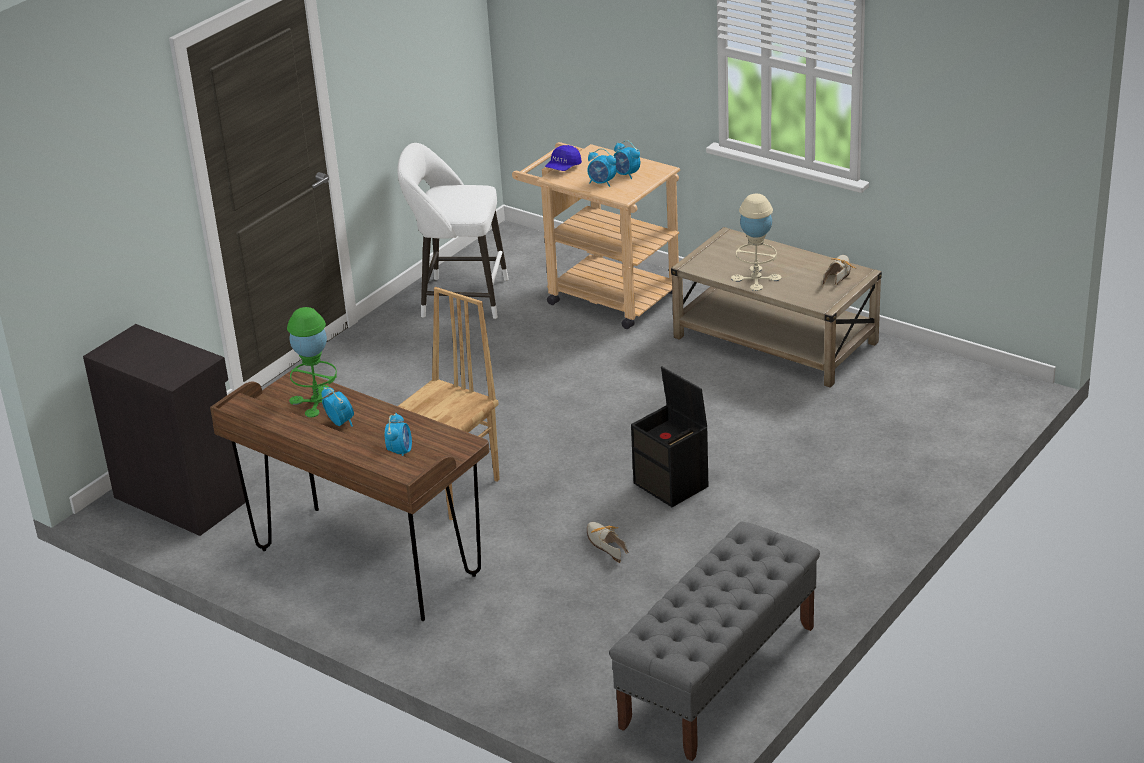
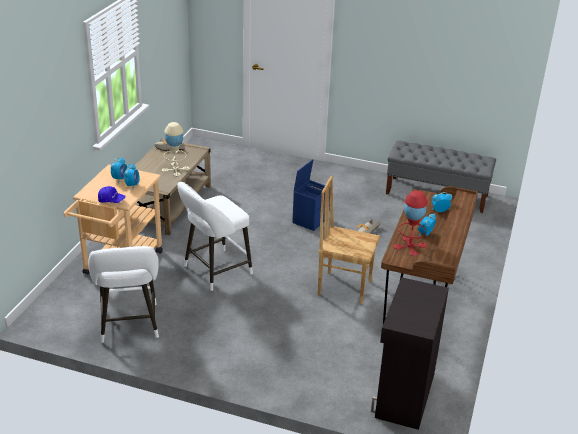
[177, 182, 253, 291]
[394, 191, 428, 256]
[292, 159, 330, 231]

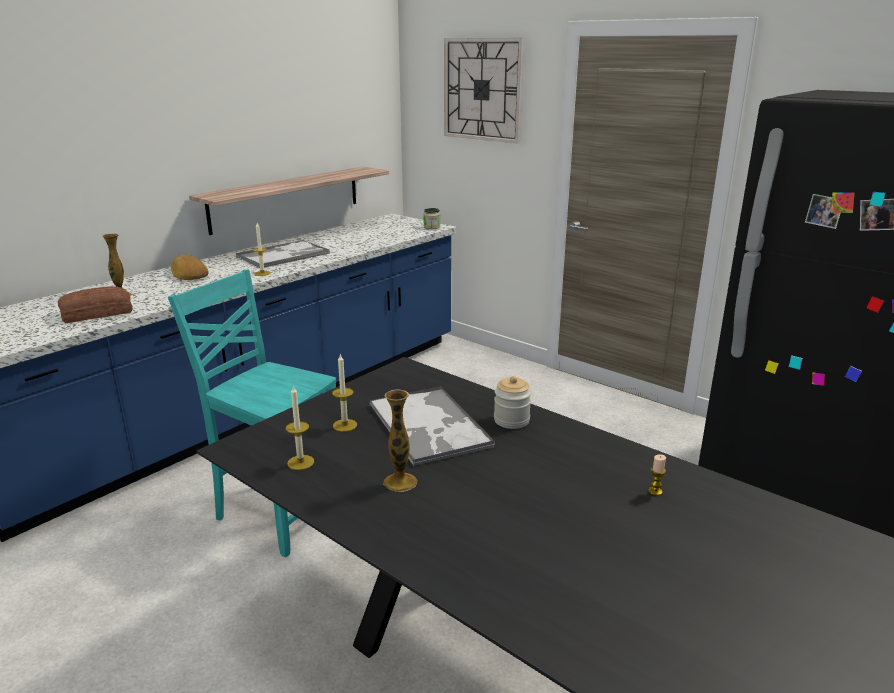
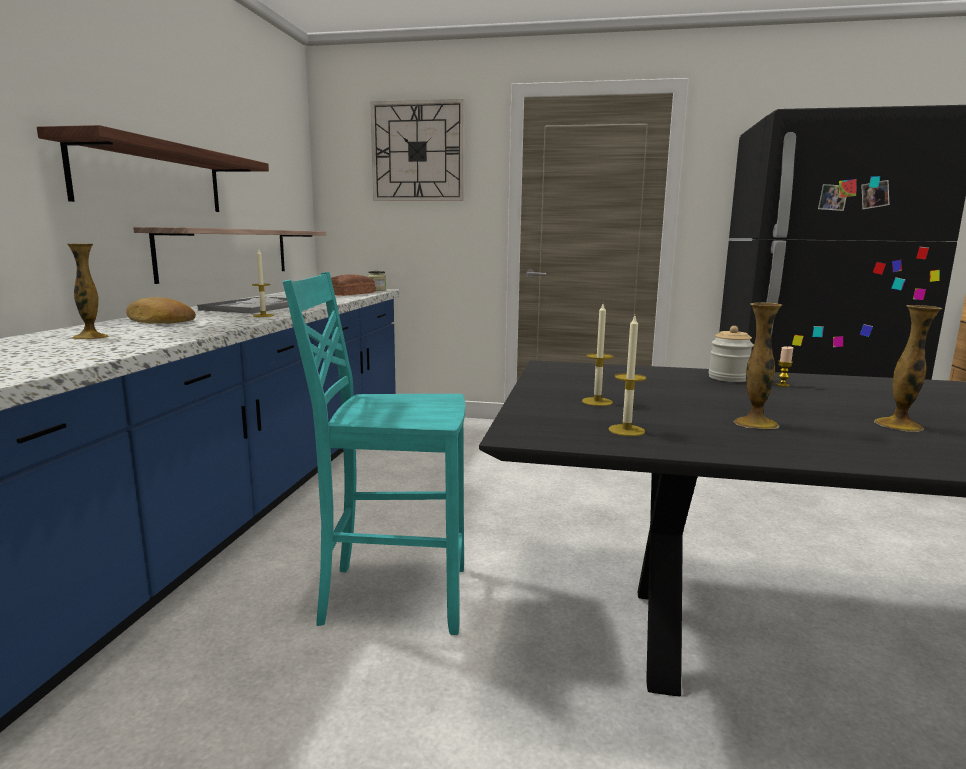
[369, 386, 495, 466] (first image)
[37, 125, 269, 212]
[874, 305, 942, 432]
[331, 274, 376, 296]
[776, 346, 793, 387]

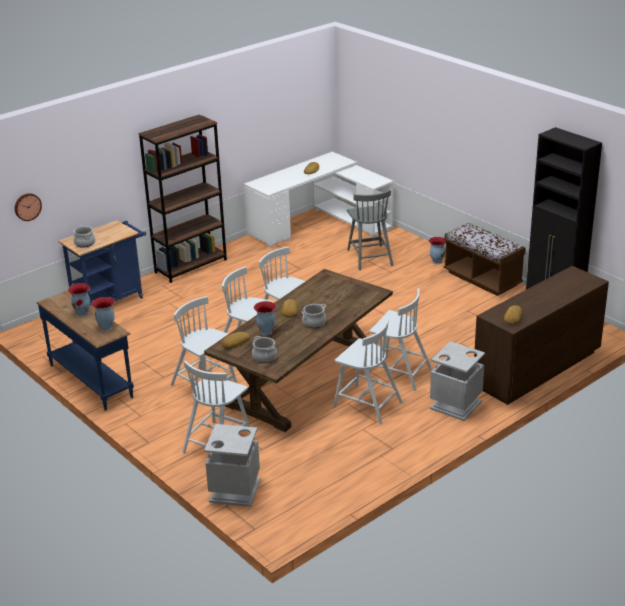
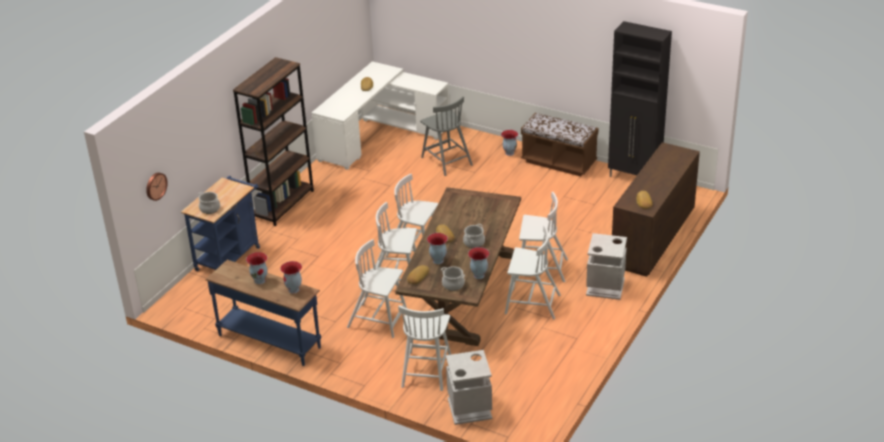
[468, 247, 489, 279]

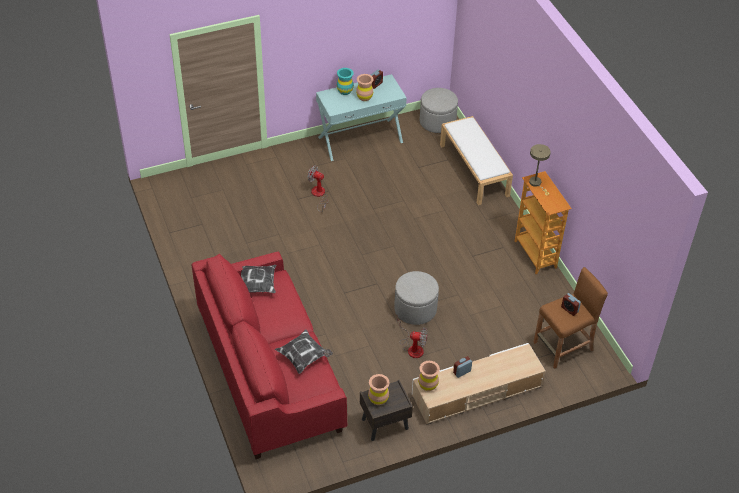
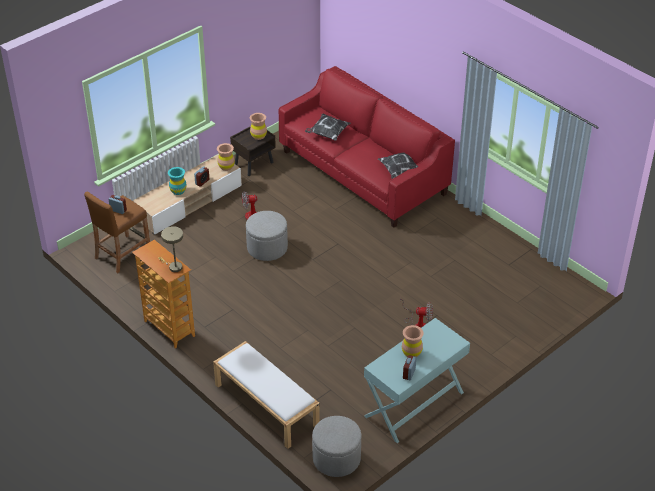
[168, 167, 187, 195]

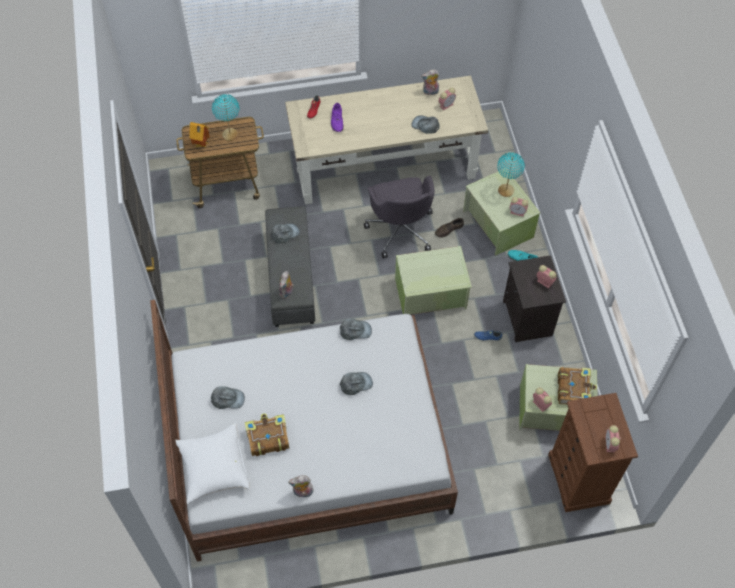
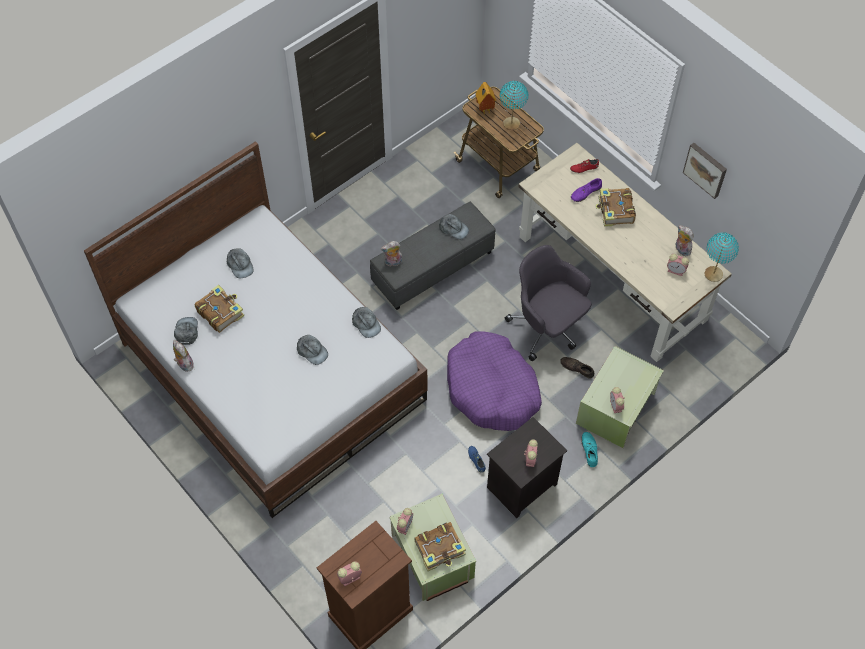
[176, 423, 250, 504] (first image)
[595, 188, 636, 227]
[683, 143, 727, 199]
[174, 317, 198, 345]
[705, 232, 739, 282]
[447, 331, 542, 431]
[505, 245, 592, 361]

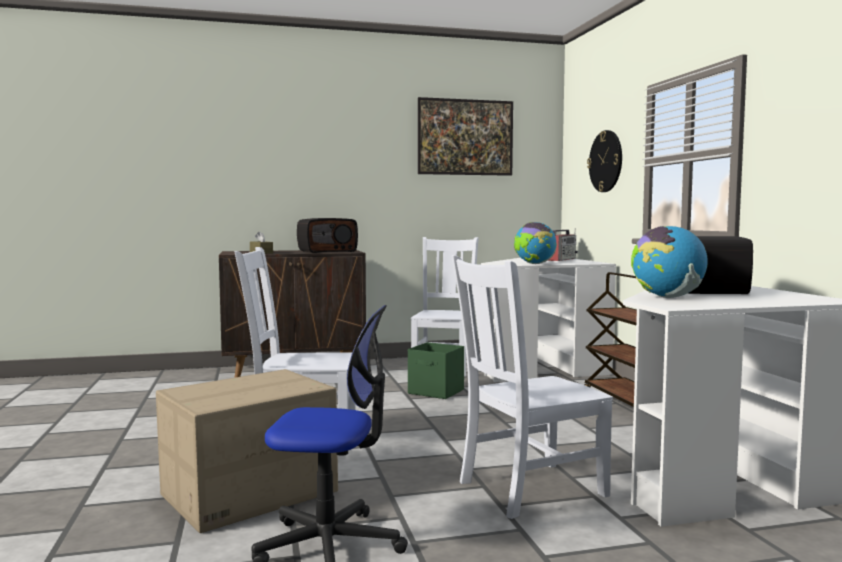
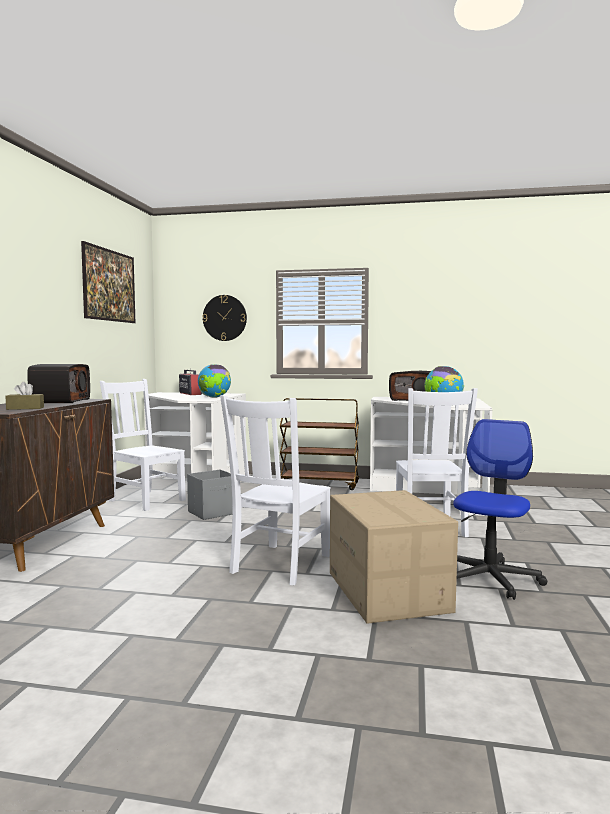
[187, 469, 232, 520]

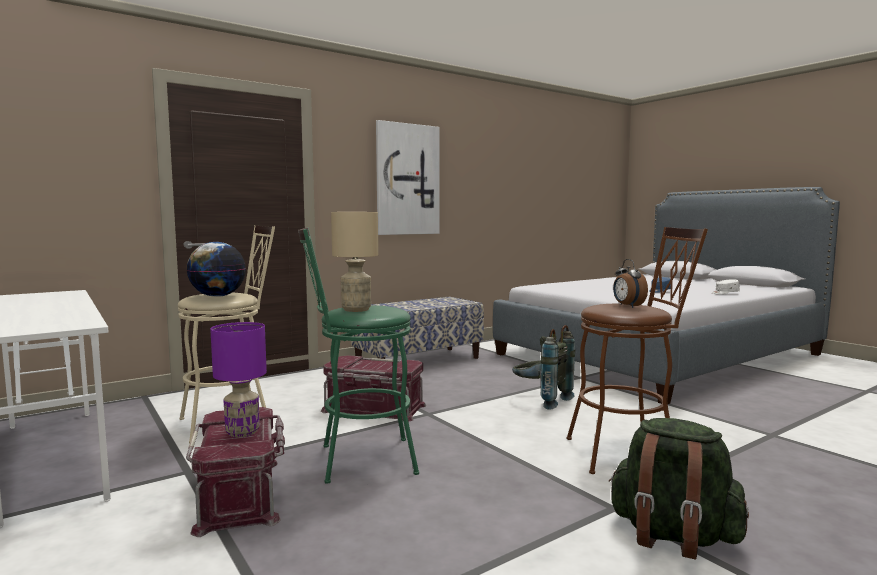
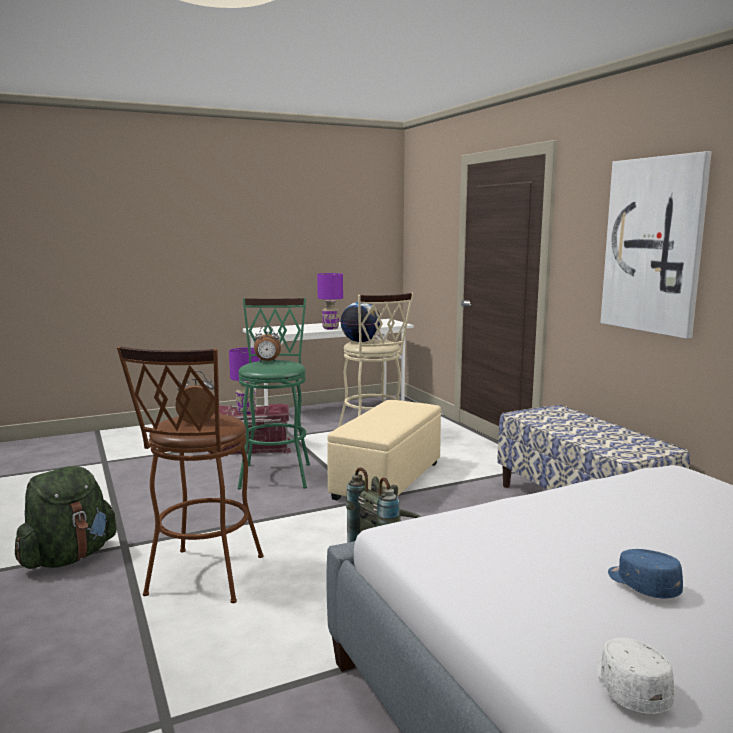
[317, 273, 343, 330]
[327, 400, 441, 501]
[254, 326, 281, 362]

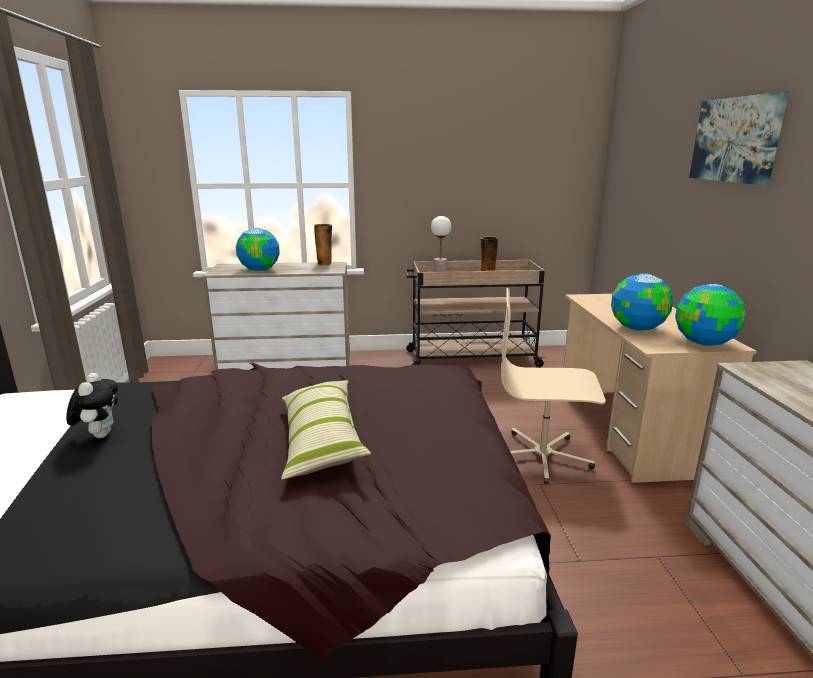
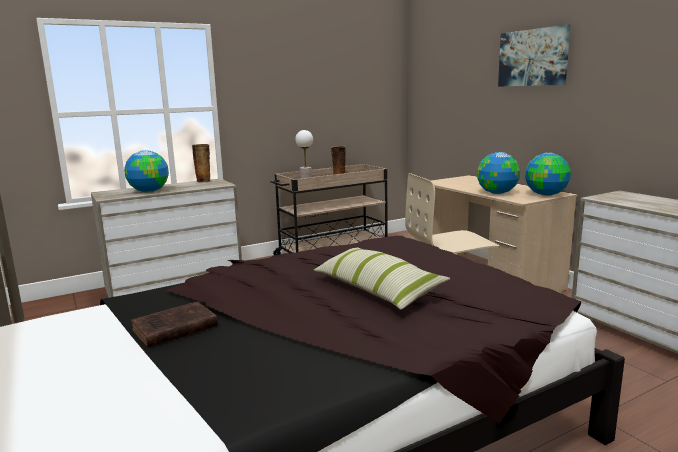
[130, 301, 218, 348]

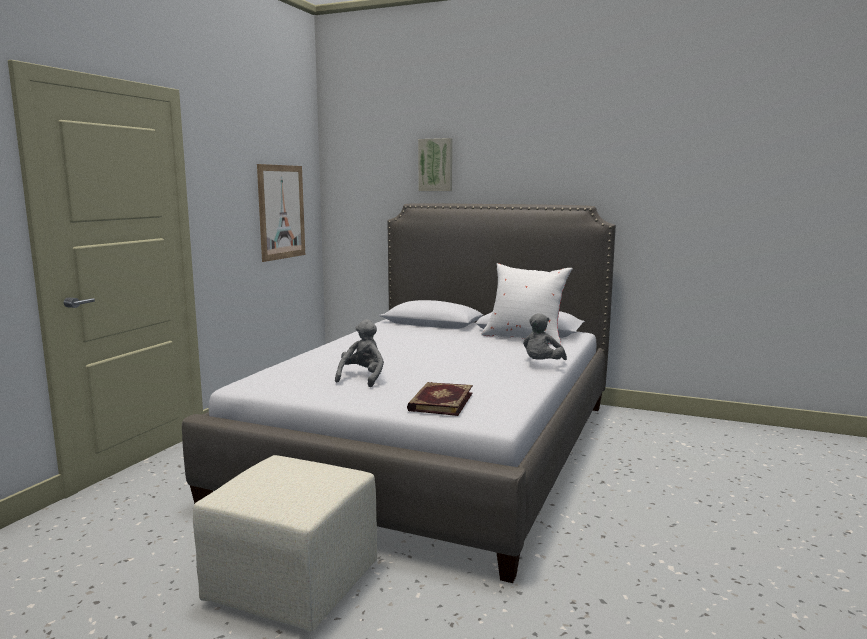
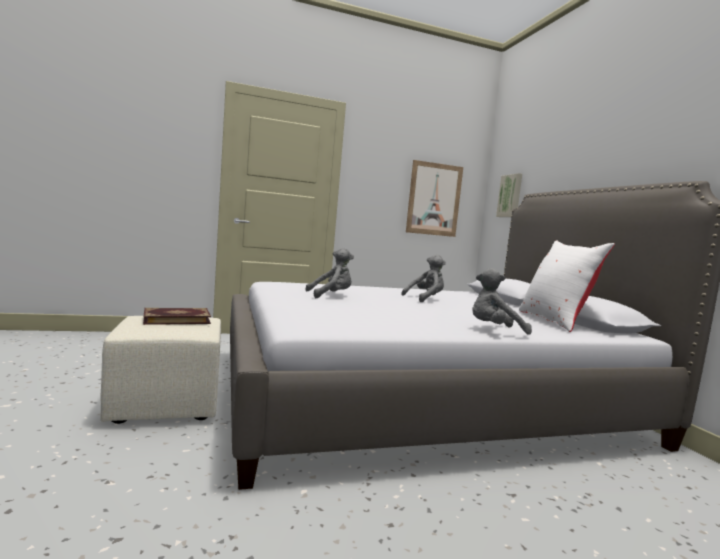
[401, 254, 446, 302]
[143, 308, 211, 325]
[496, 173, 522, 217]

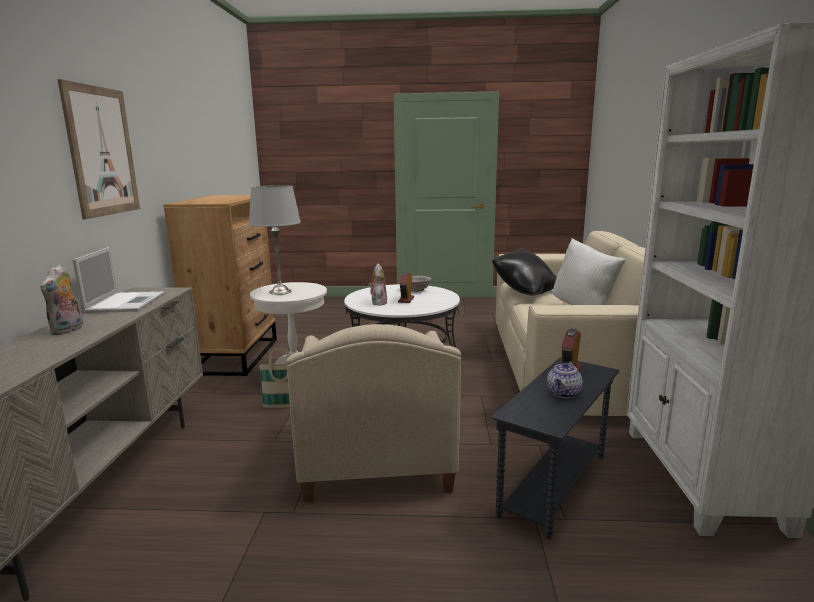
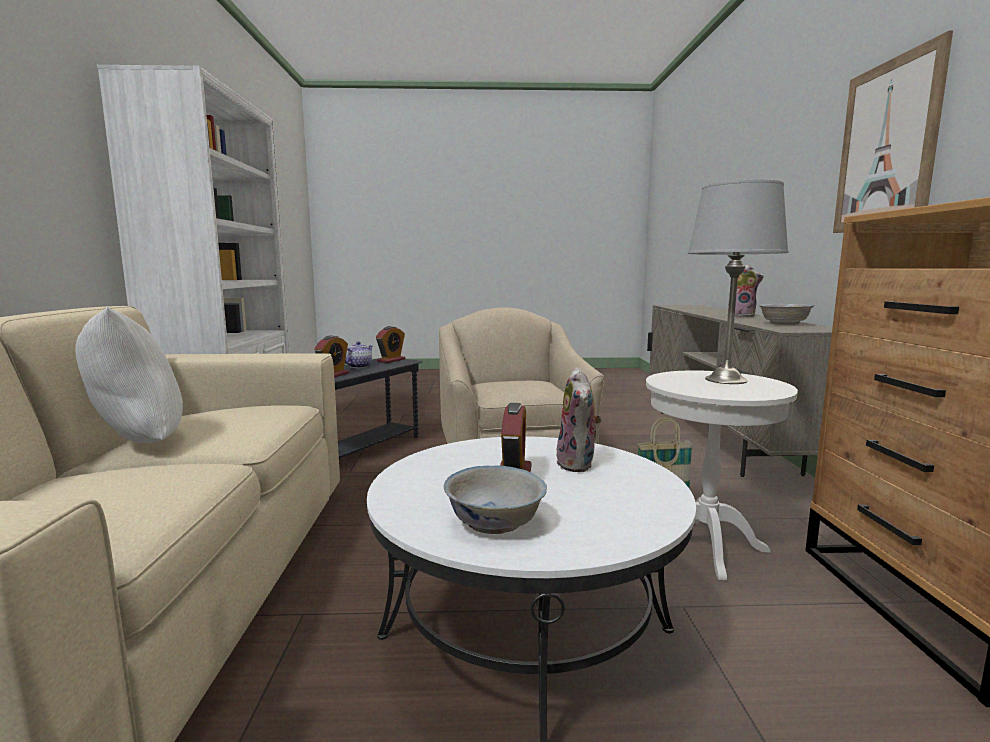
[492, 248, 557, 296] (first image)
[376, 326, 405, 363]
[759, 304, 815, 325]
[727, 265, 764, 317]

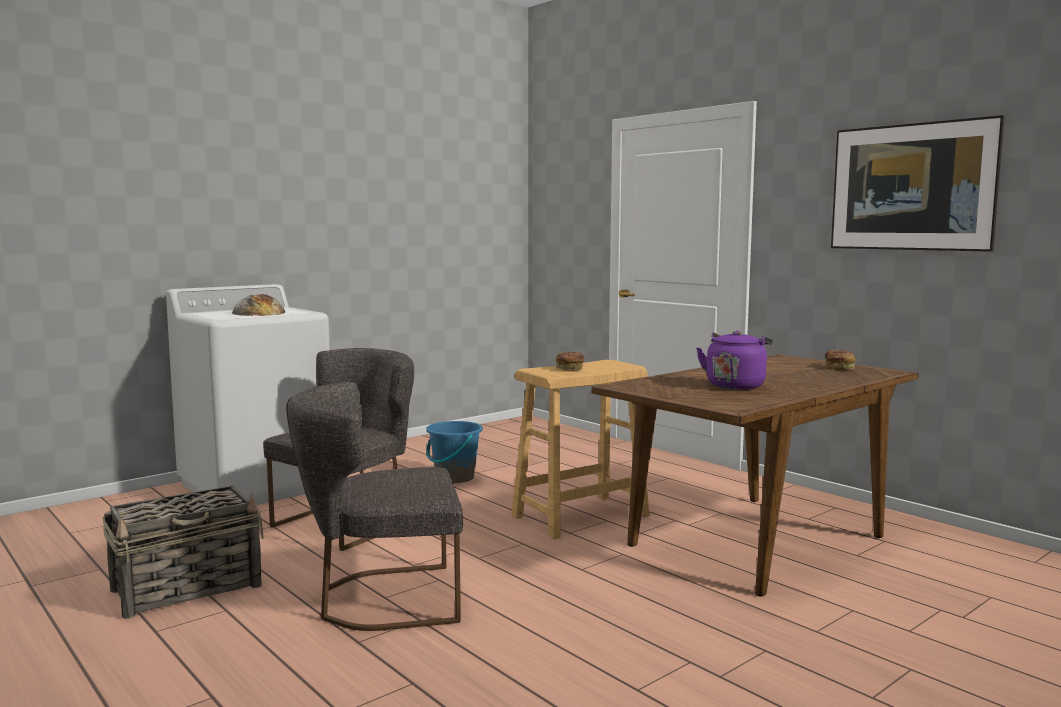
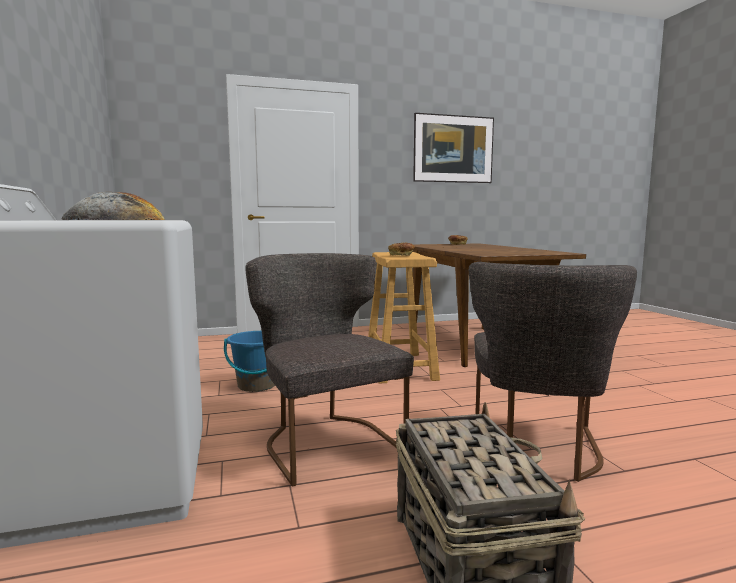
[696, 330, 773, 390] (first image)

